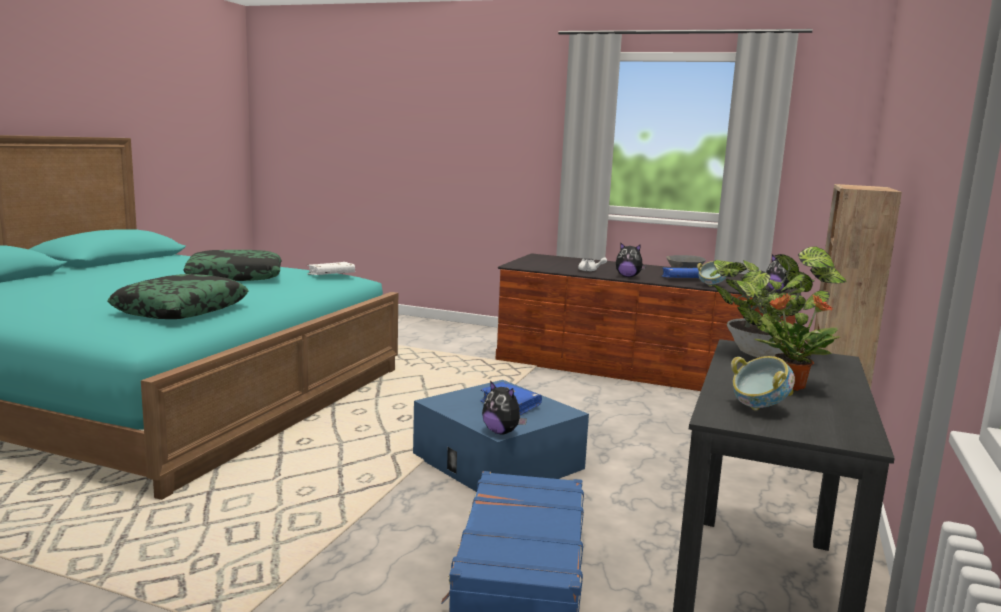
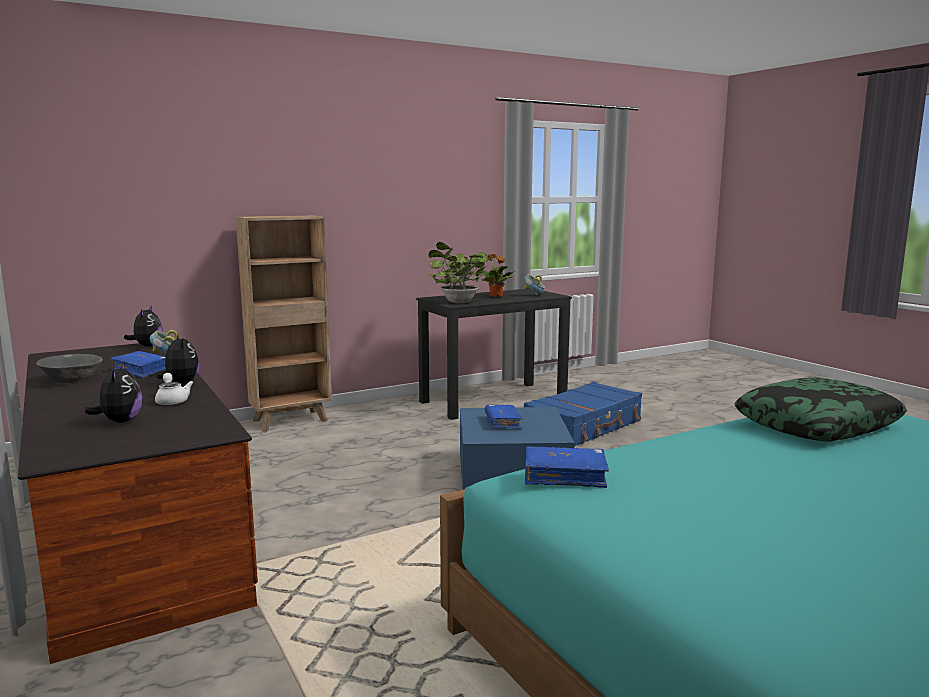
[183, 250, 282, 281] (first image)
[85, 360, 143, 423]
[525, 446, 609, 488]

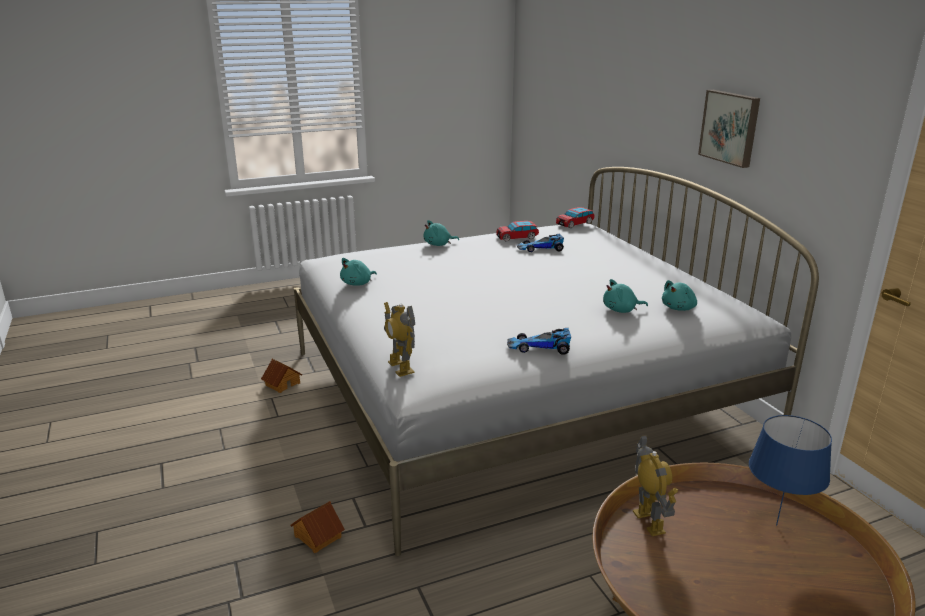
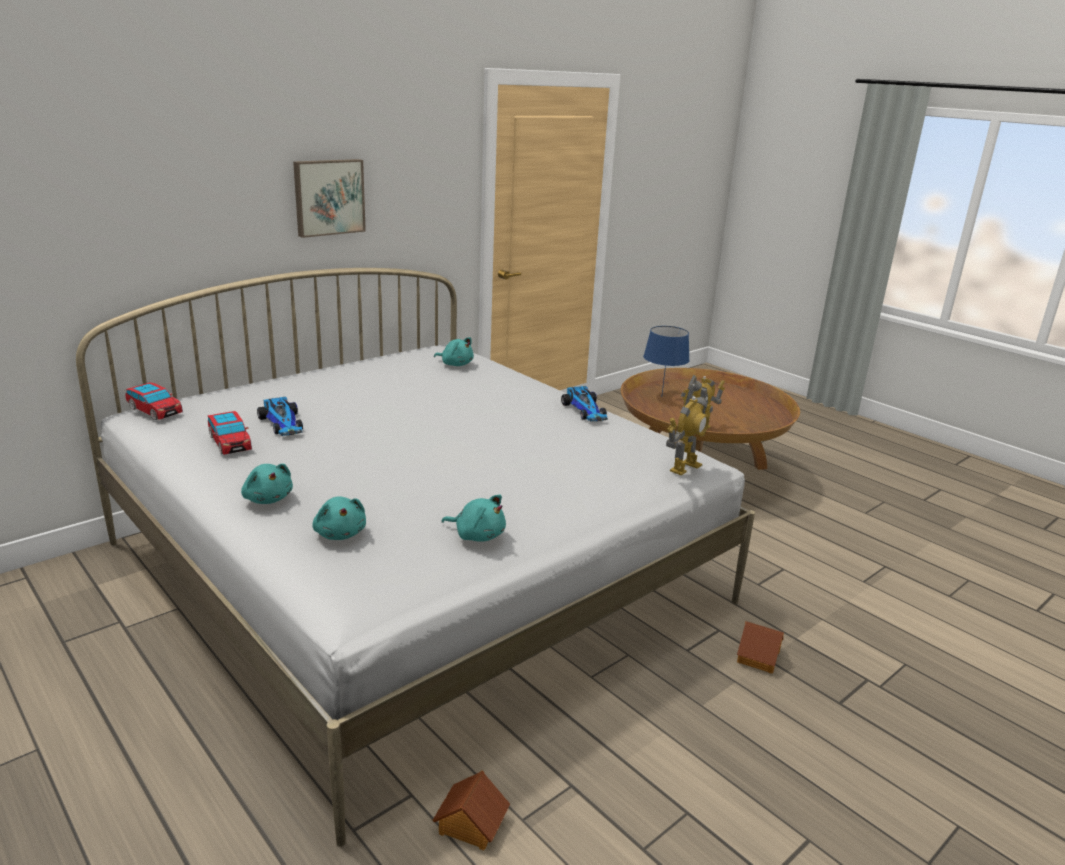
[312, 496, 366, 540]

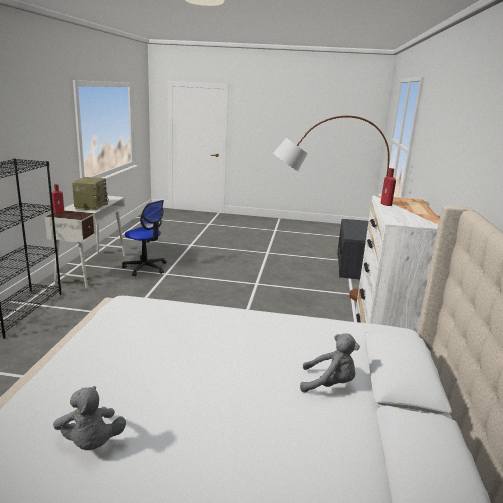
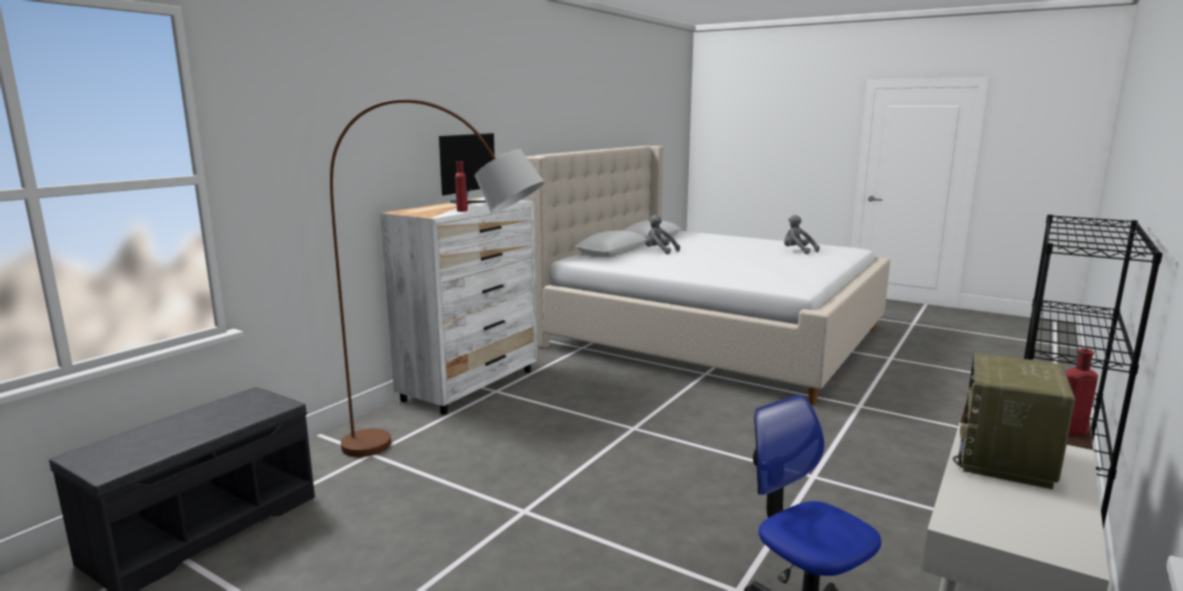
[439, 133, 495, 204]
[784, 215, 820, 254]

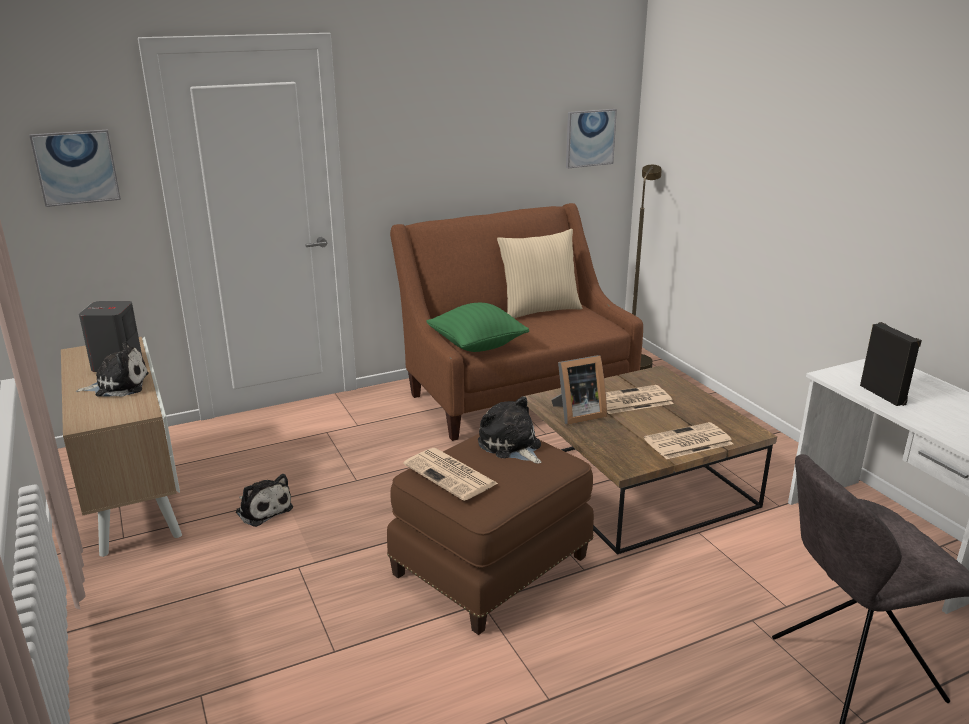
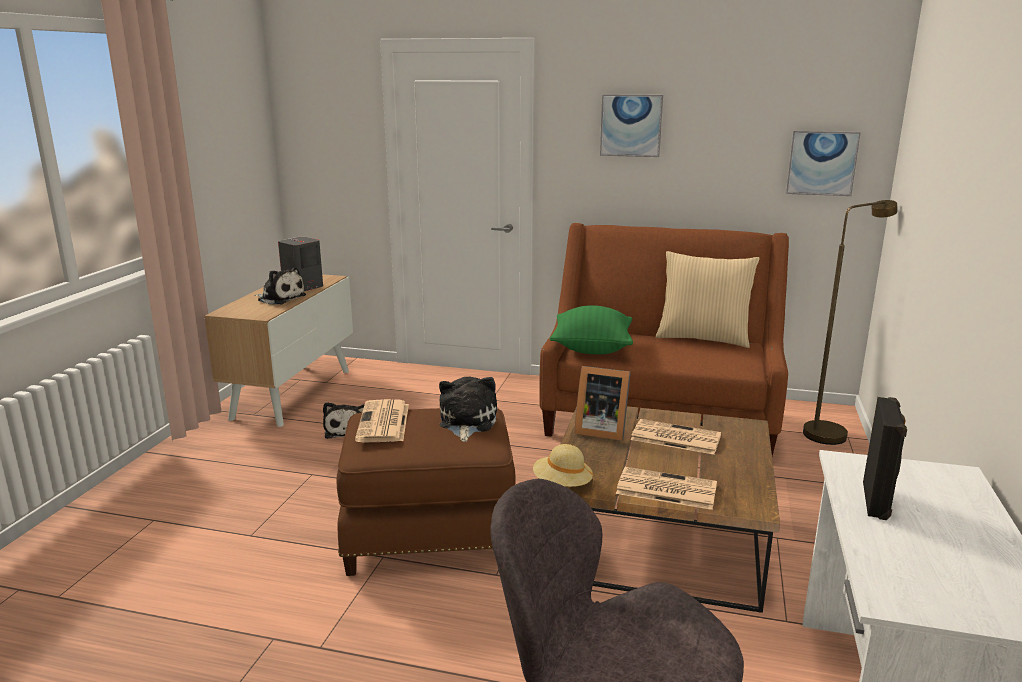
[533, 444, 593, 487]
[600, 94, 663, 157]

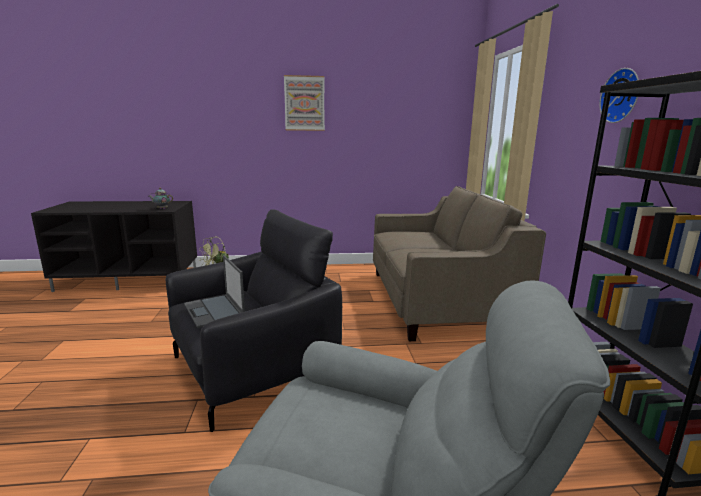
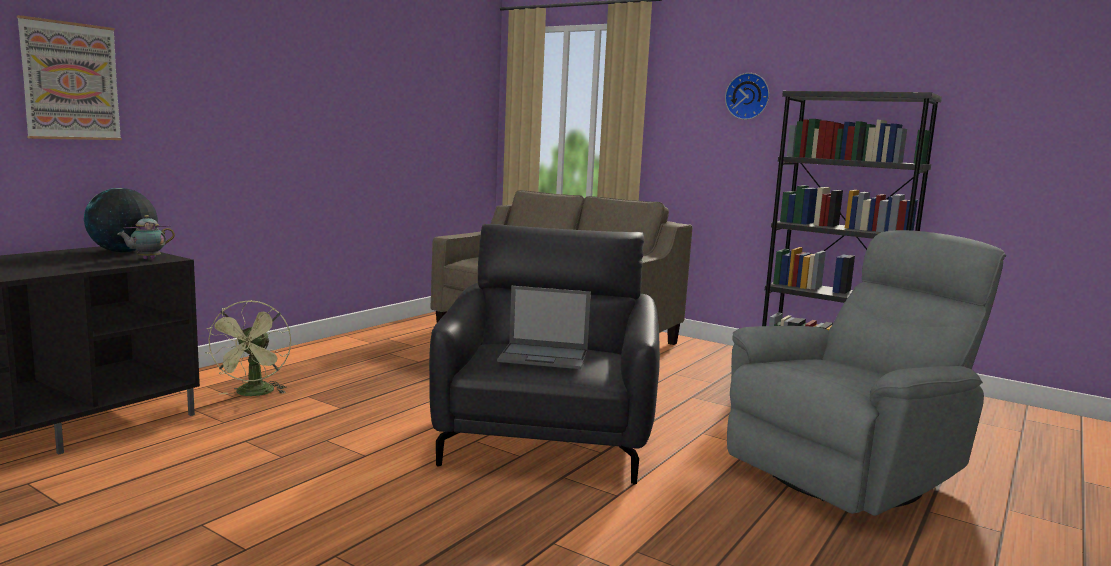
[84, 188, 158, 252]
[17, 15, 122, 140]

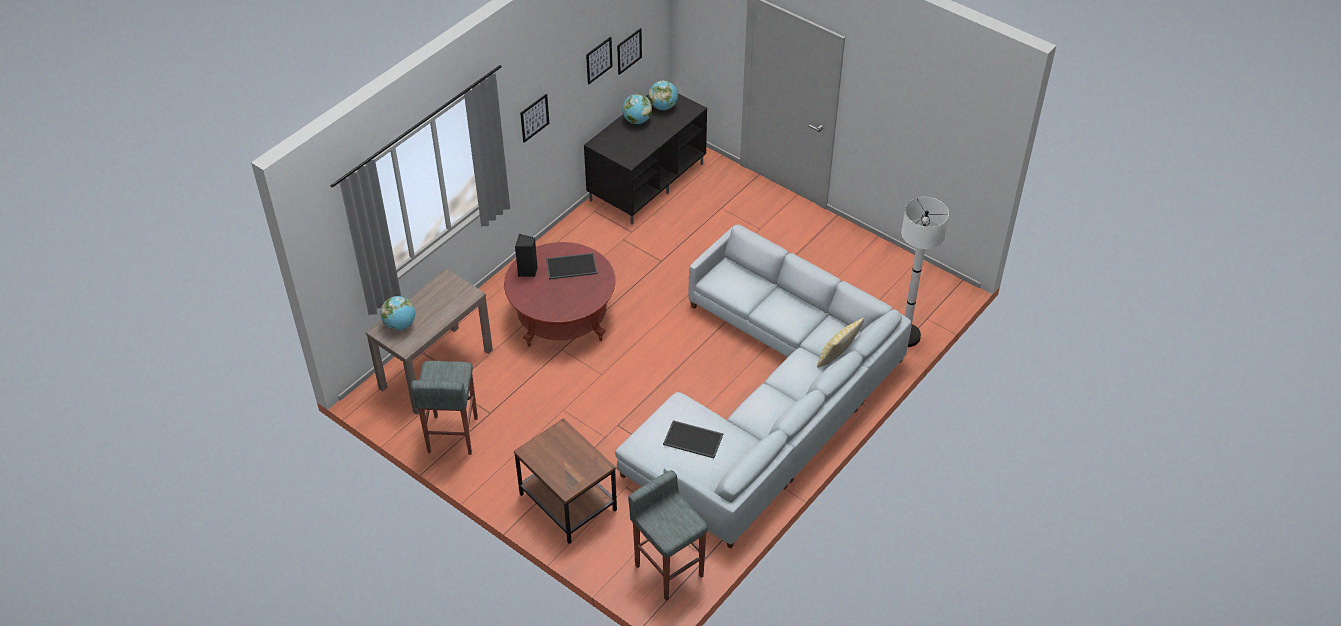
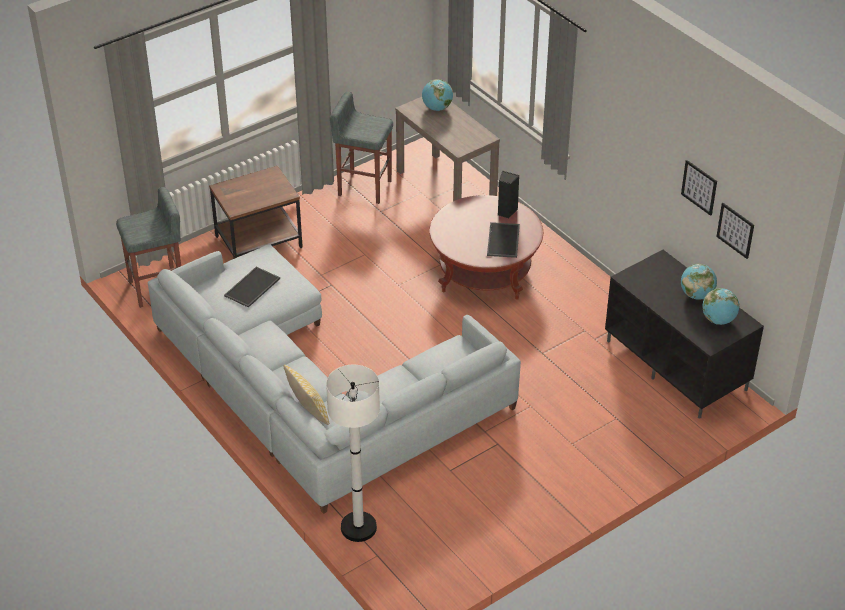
[520, 94, 549, 143] (first image)

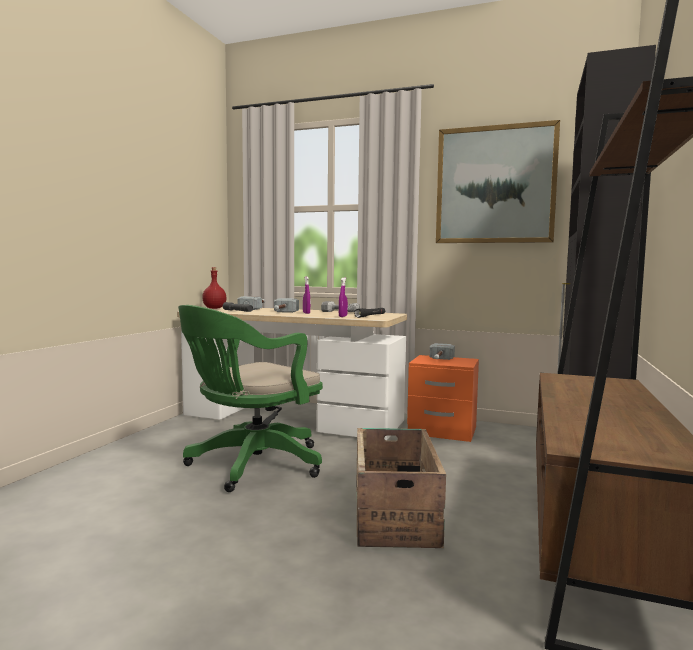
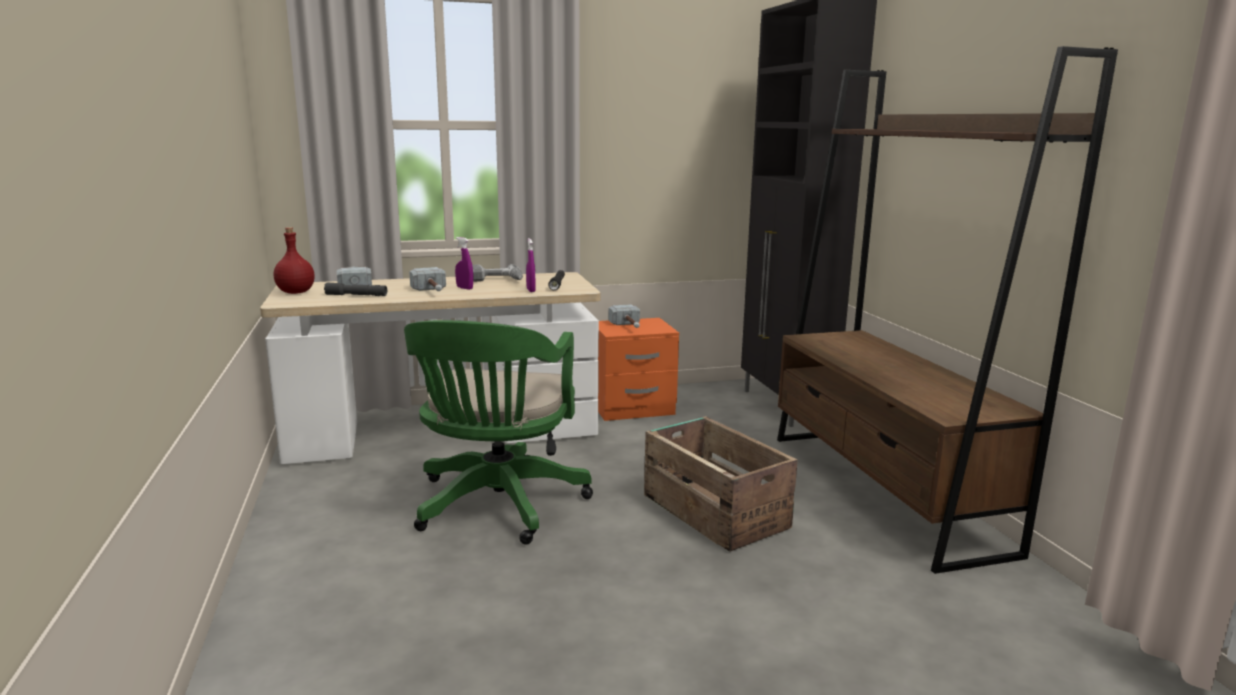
[436, 120, 560, 243] (first image)

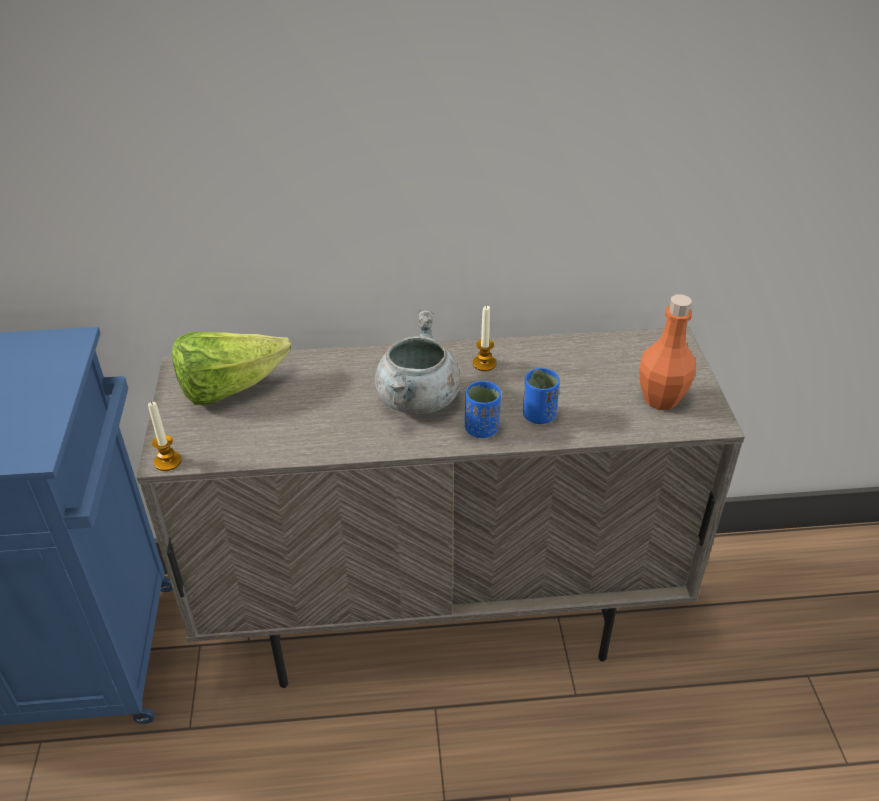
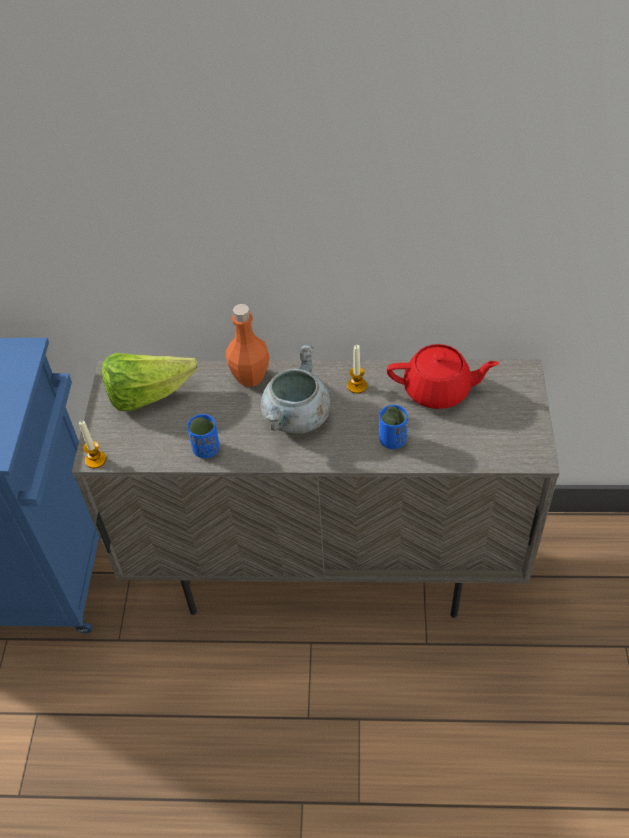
[387, 344, 499, 409]
[187, 414, 219, 458]
[226, 304, 269, 387]

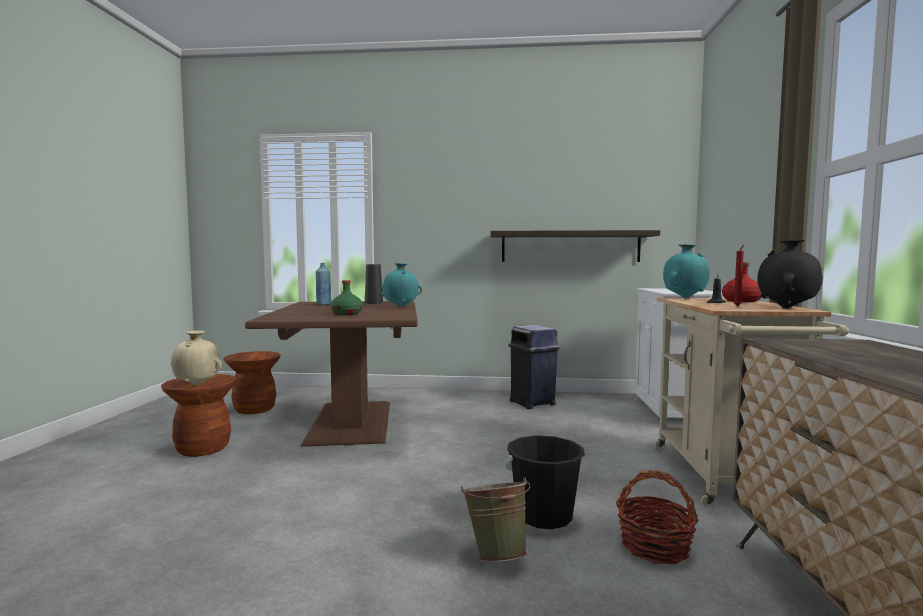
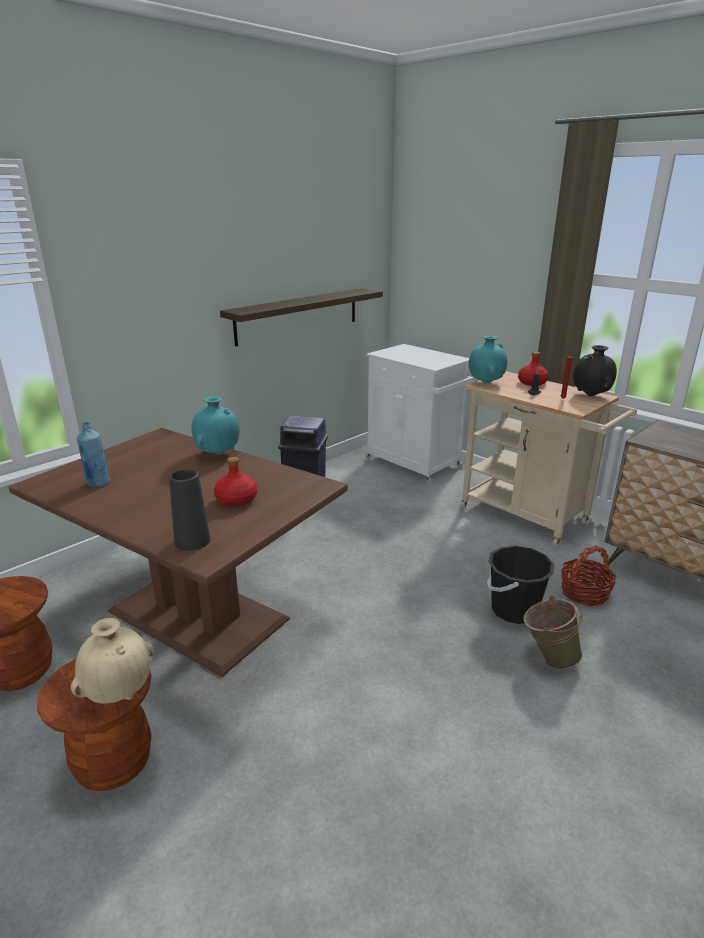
[169, 469, 210, 551]
[214, 457, 257, 507]

